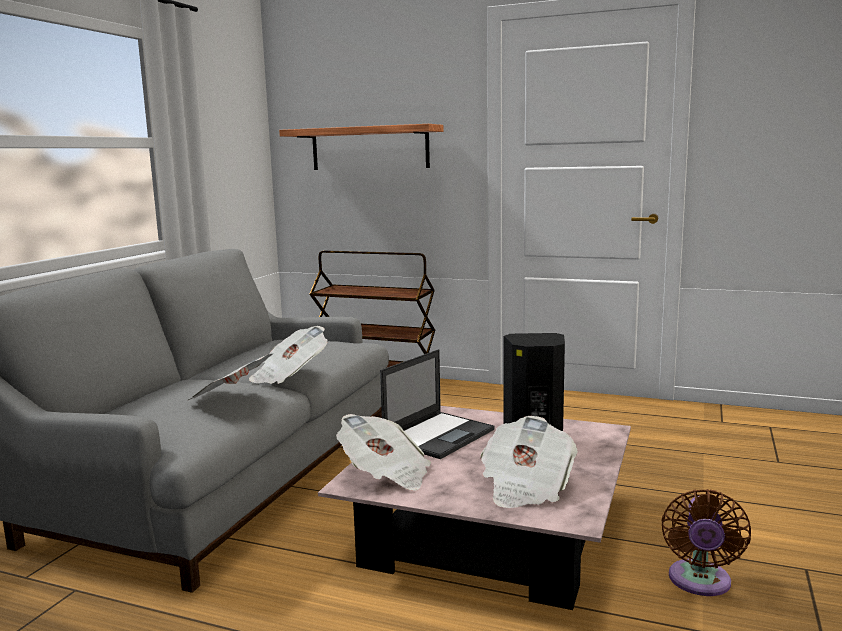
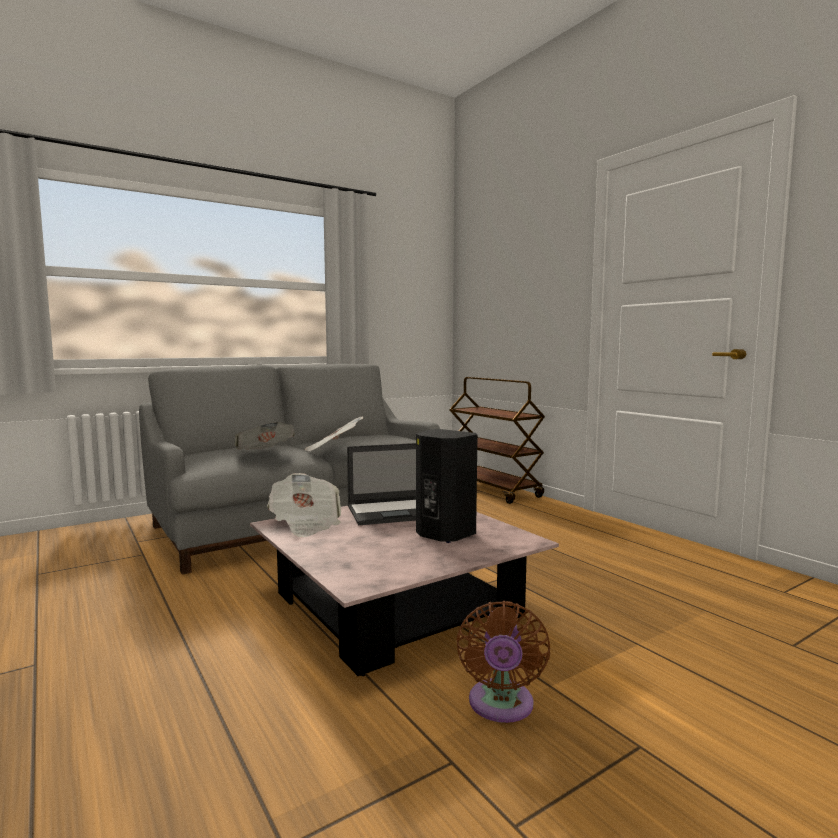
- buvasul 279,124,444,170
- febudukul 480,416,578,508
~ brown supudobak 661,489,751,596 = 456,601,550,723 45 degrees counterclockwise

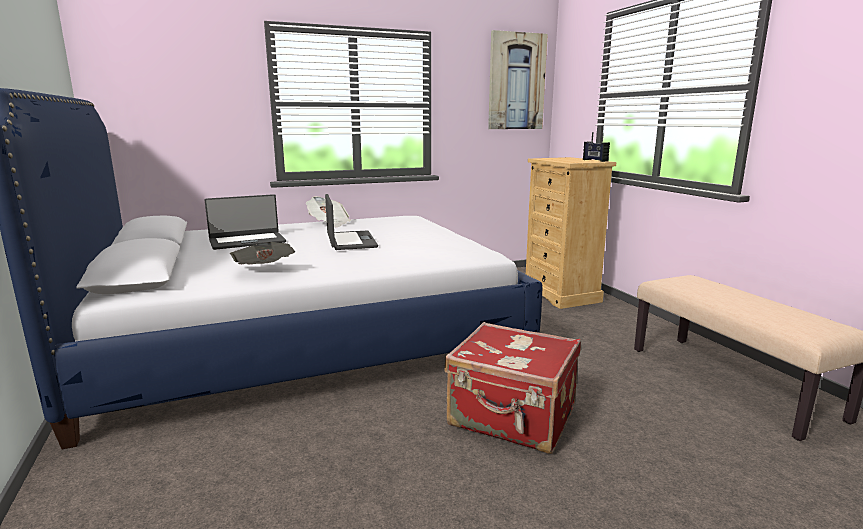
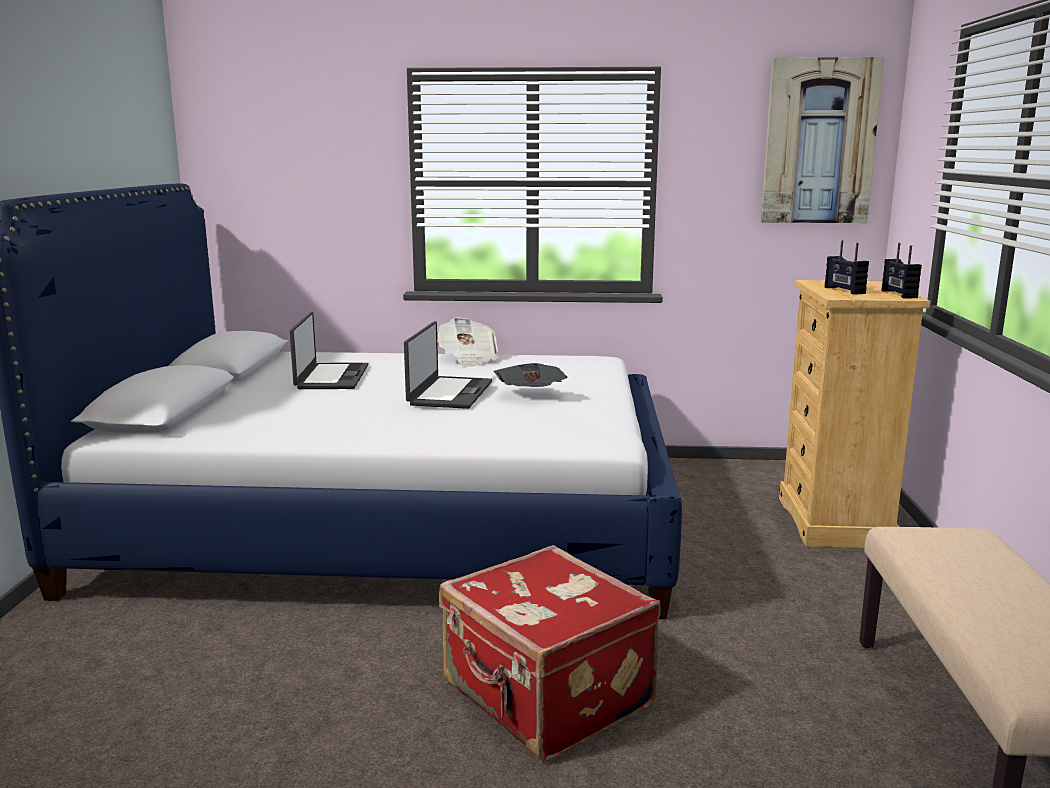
+ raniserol 825,240,869,295
~ febudukul 229,242,295,264 to 493,363,567,387
~ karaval 205,194,286,250 = 289,312,368,389 90 degrees counterclockwise

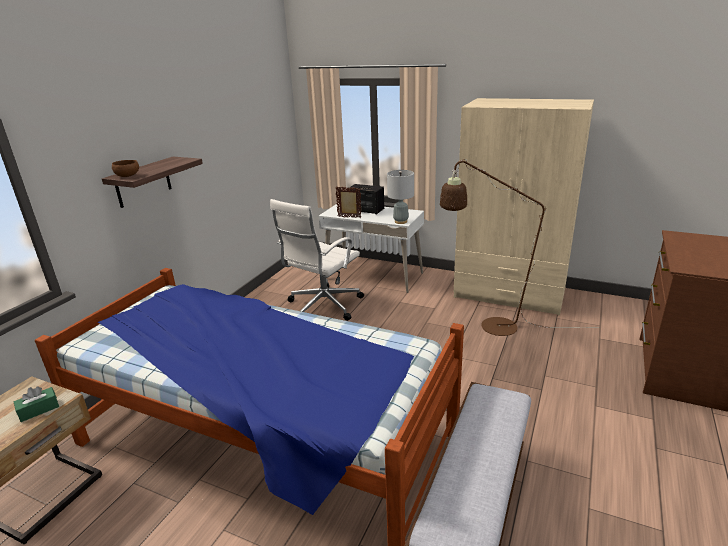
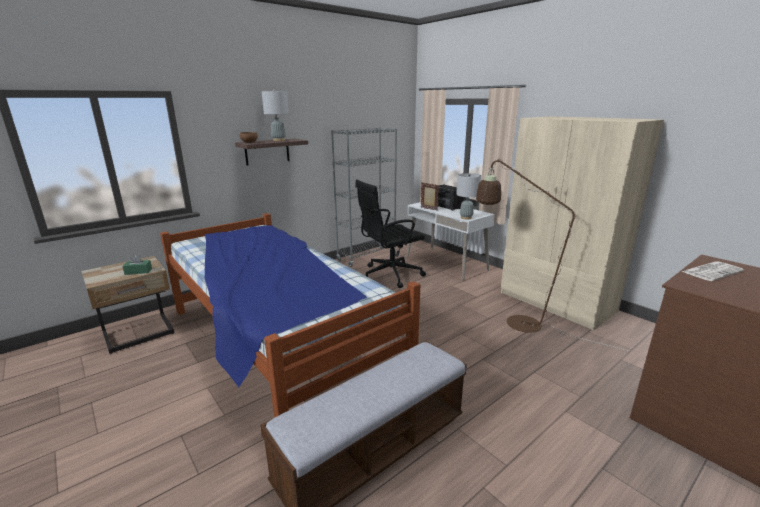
+ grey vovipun 262,89,289,141
+ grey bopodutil 331,127,397,267
+ febudukul 682,261,744,281
~ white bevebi 270,199,364,321 to black bevebi 355,180,426,288

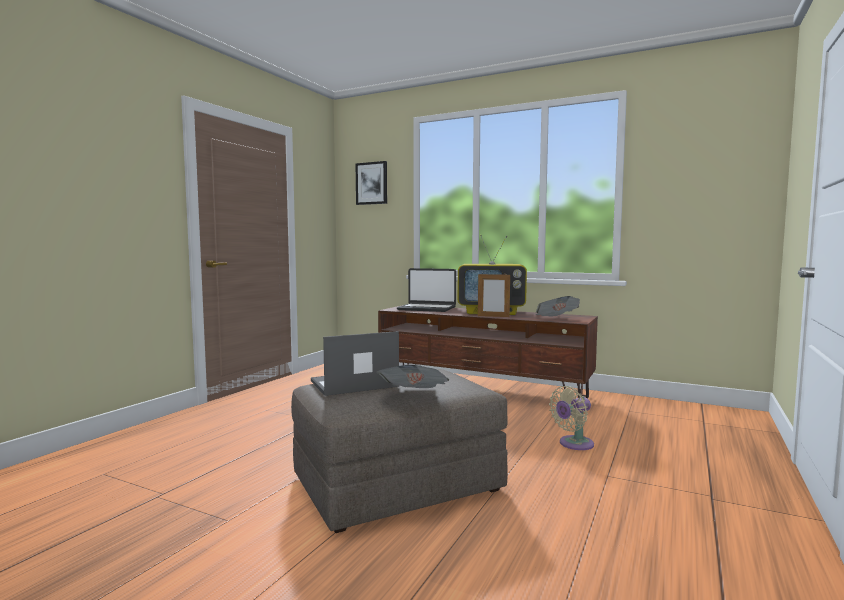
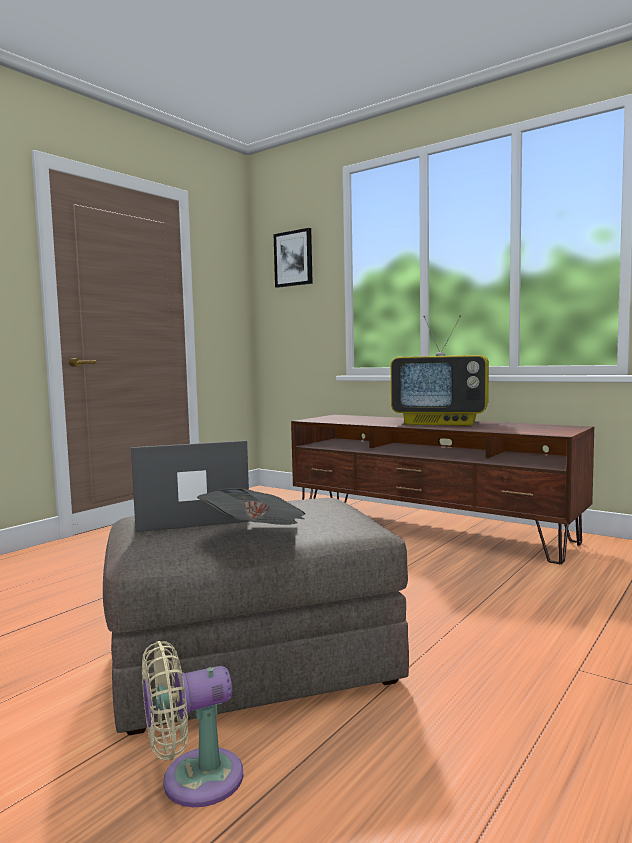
- karaval 397,268,456,312
- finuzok 478,274,510,317
- febudukul 536,296,580,317
~ beige supudobak 549,386,594,450 to 142,641,243,807

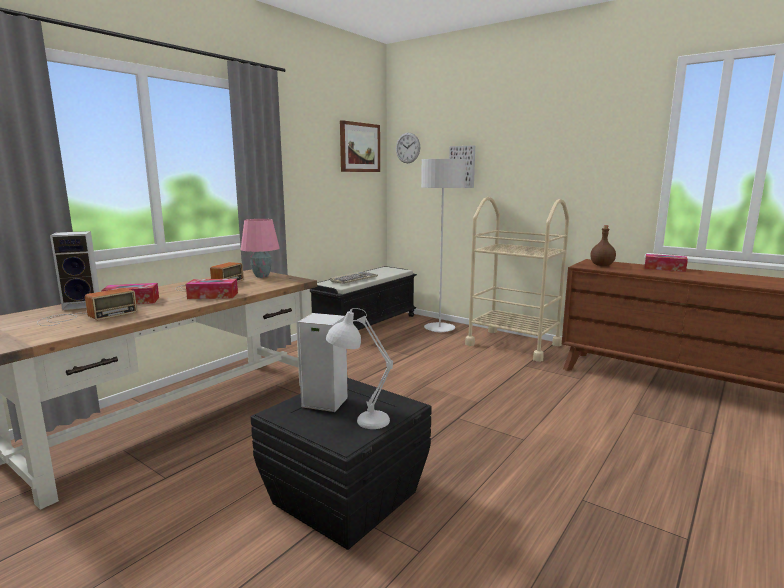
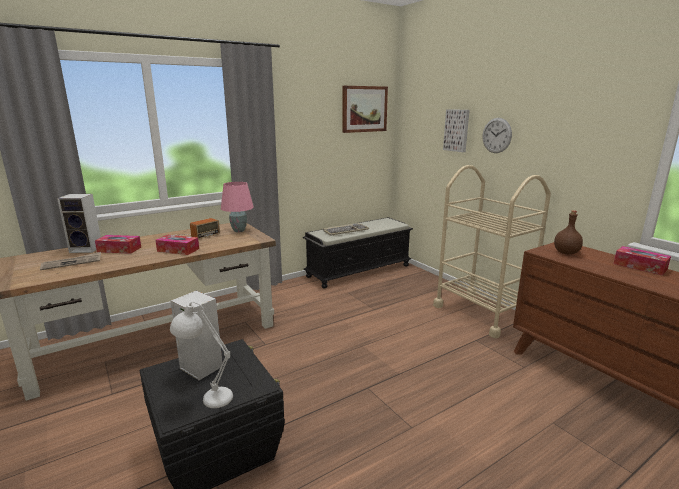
- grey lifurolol 421,159,466,332
~ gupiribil 396,133,420,163 to 483,118,512,153
~ raniserol 37,288,137,326 to febudukul 40,252,101,270

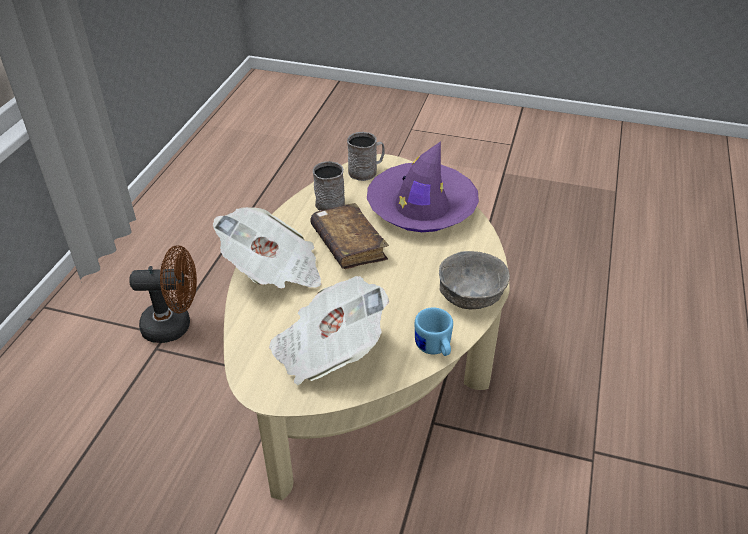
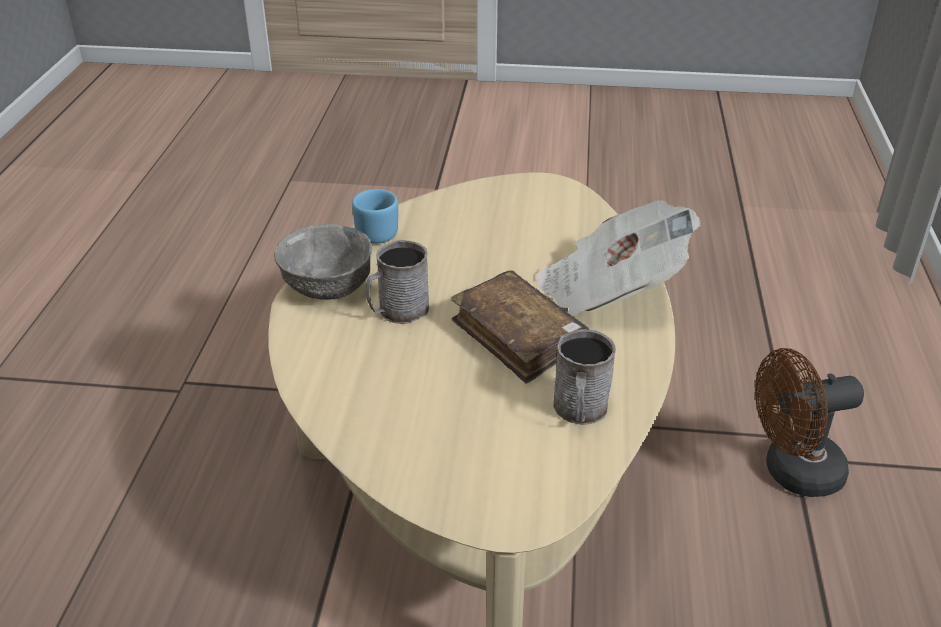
- febudukul 269,276,389,385
- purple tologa 367,141,479,232
~ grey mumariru 347,132,385,181 to 366,240,429,324

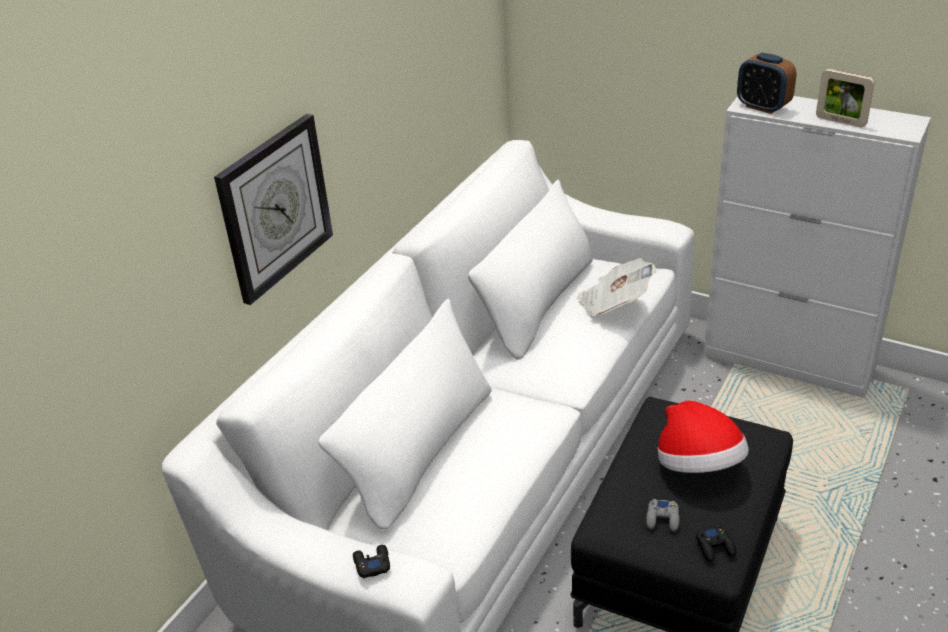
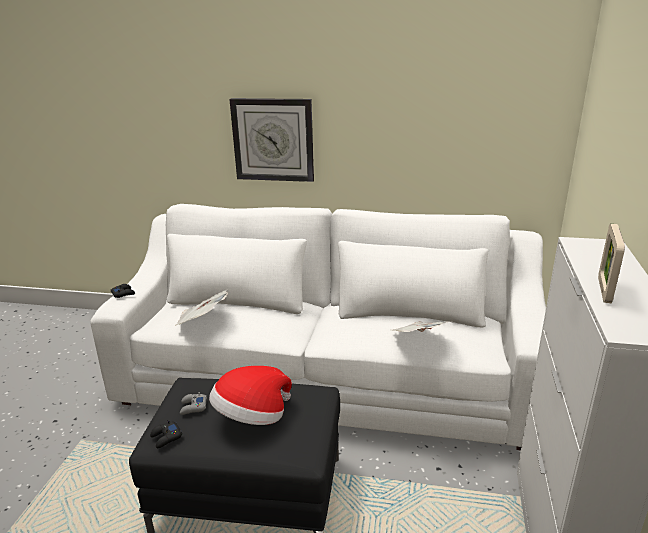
- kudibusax 737,53,797,114
+ febudukul 175,289,228,326

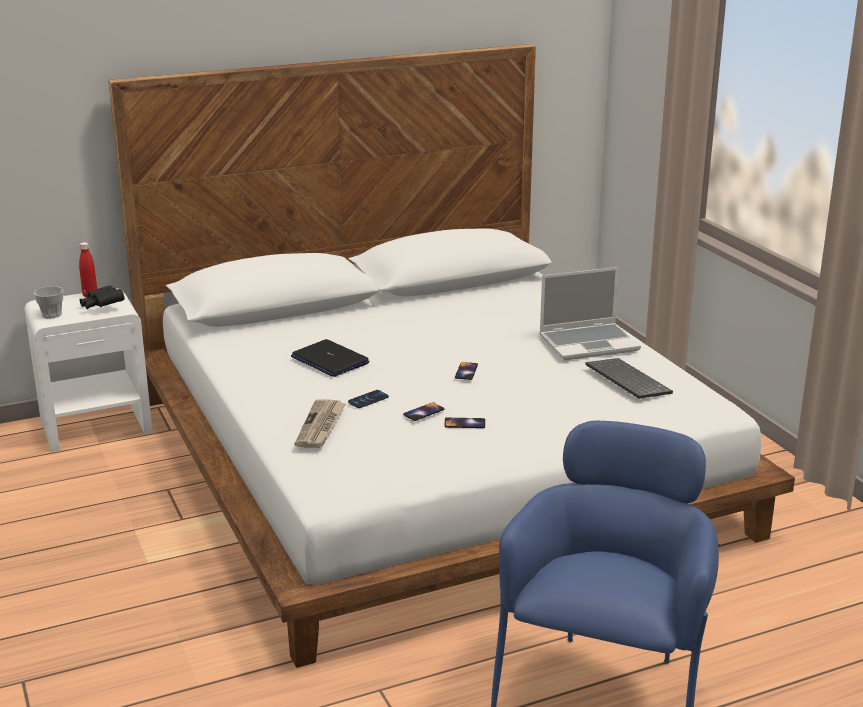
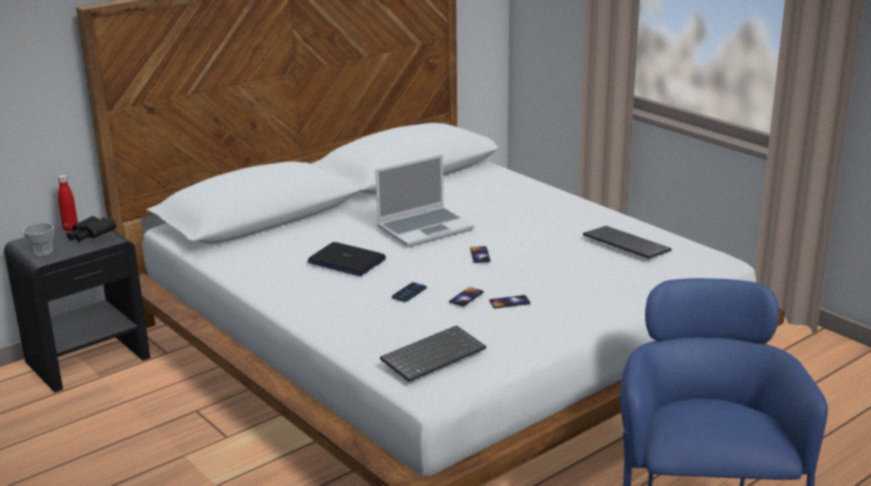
- febudukul 295,399,346,448
+ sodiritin 380,325,486,382
~ karaval 539,267,641,360 to 375,154,474,247
~ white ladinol 24,288,153,452 to black ladinol 4,227,150,392

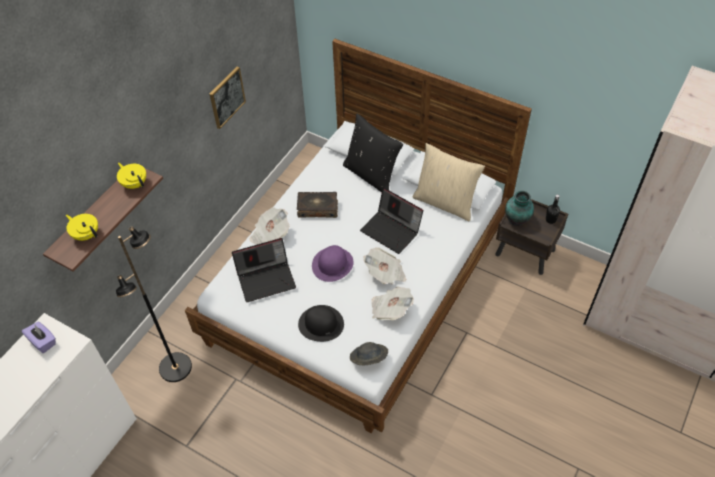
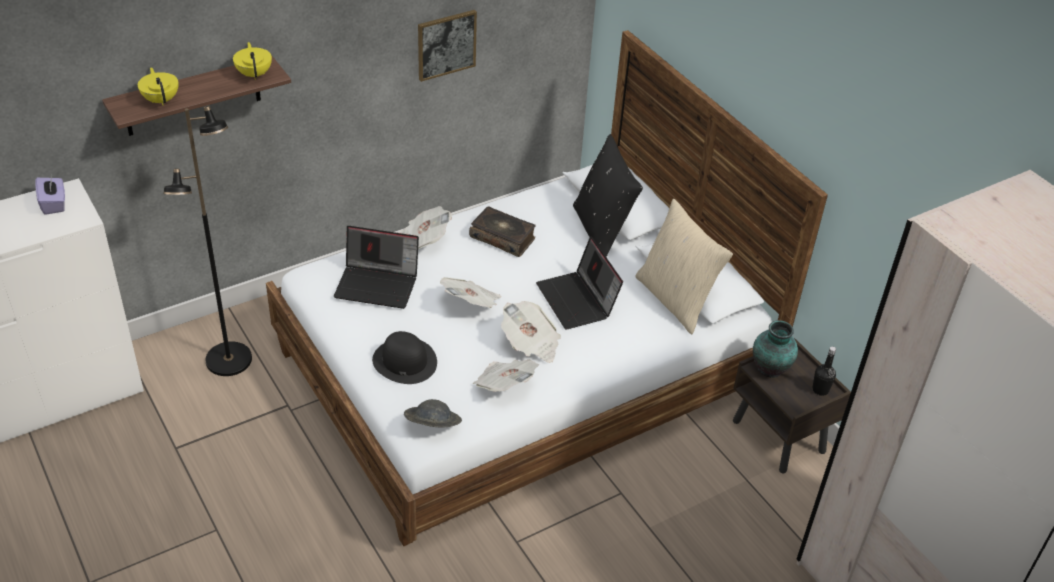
~ purple tologa 312,245,354,282 to febudukul 440,277,501,308

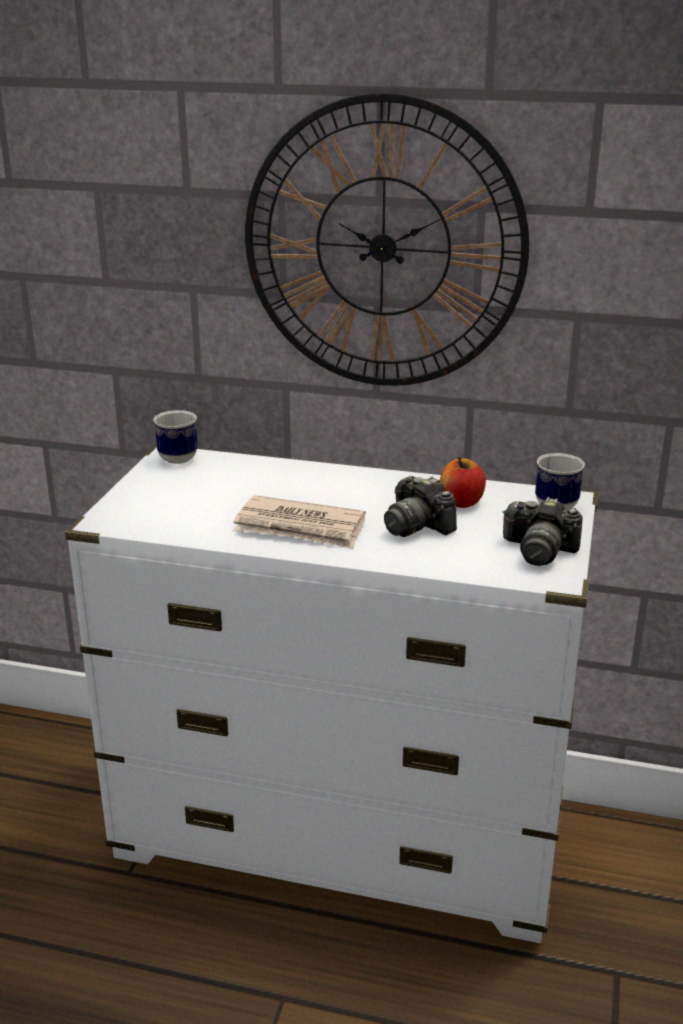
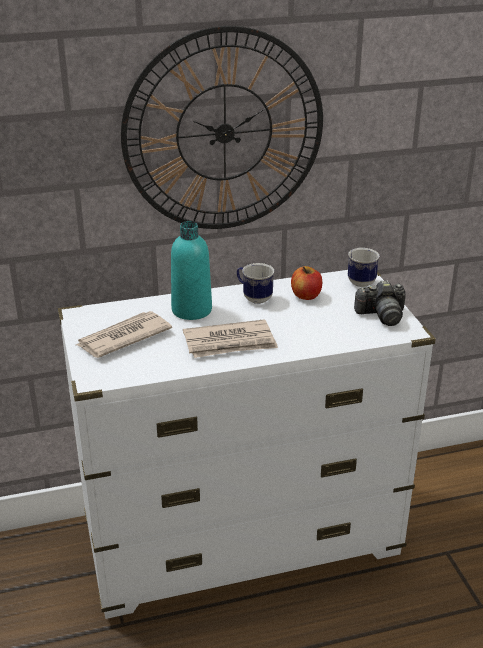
- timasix 384,476,457,537
+ febudukul 76,311,172,358
+ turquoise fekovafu 171,221,212,320
~ mumariru 153,410,198,464 to 237,263,274,304

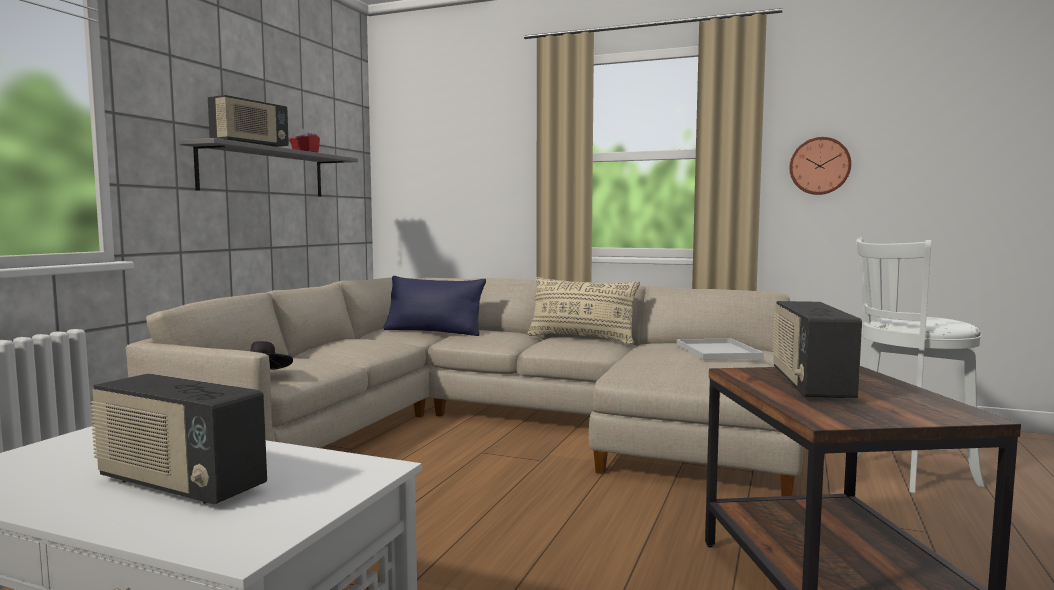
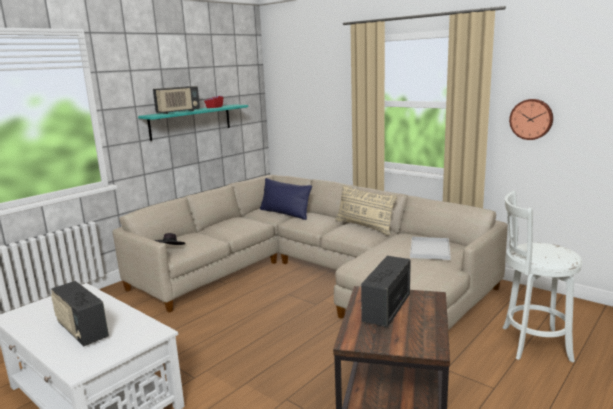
~ grey buvasul 178,138,358,197 to turquoise buvasul 138,104,248,141

